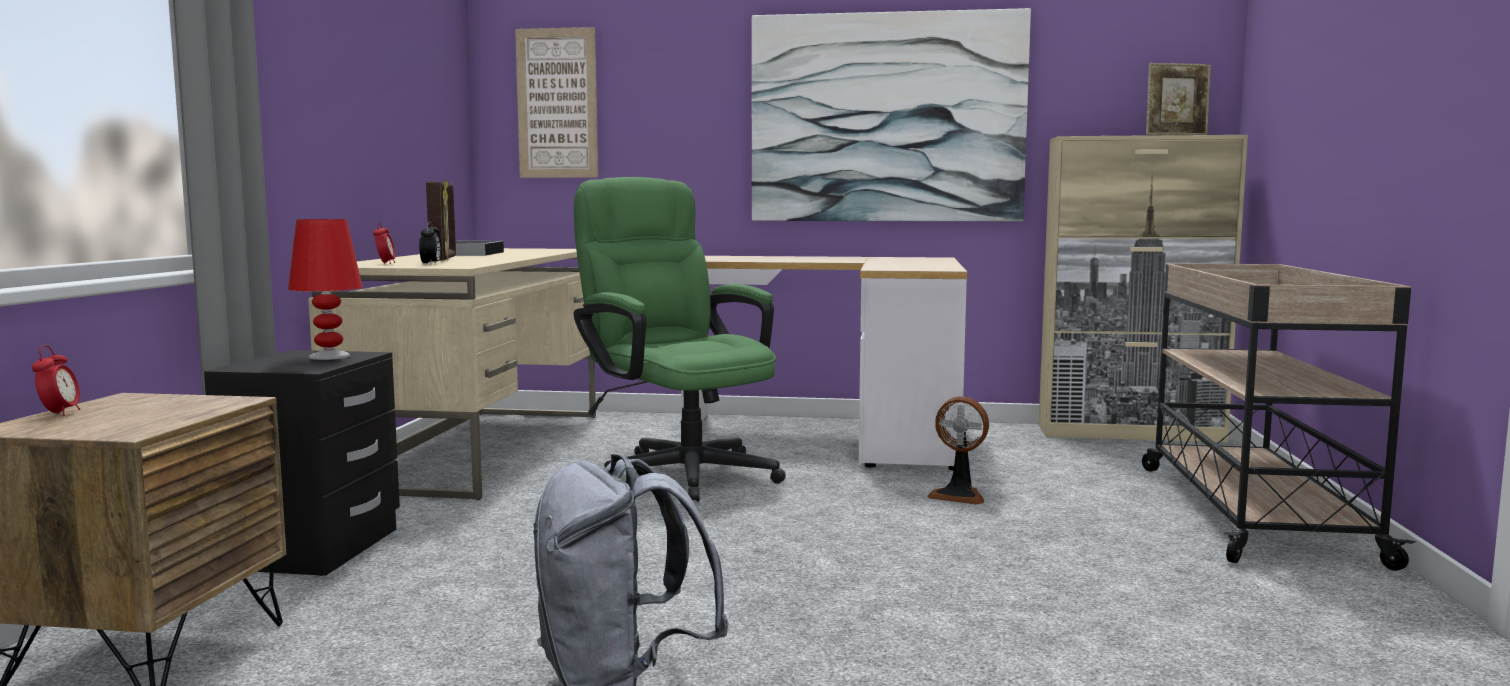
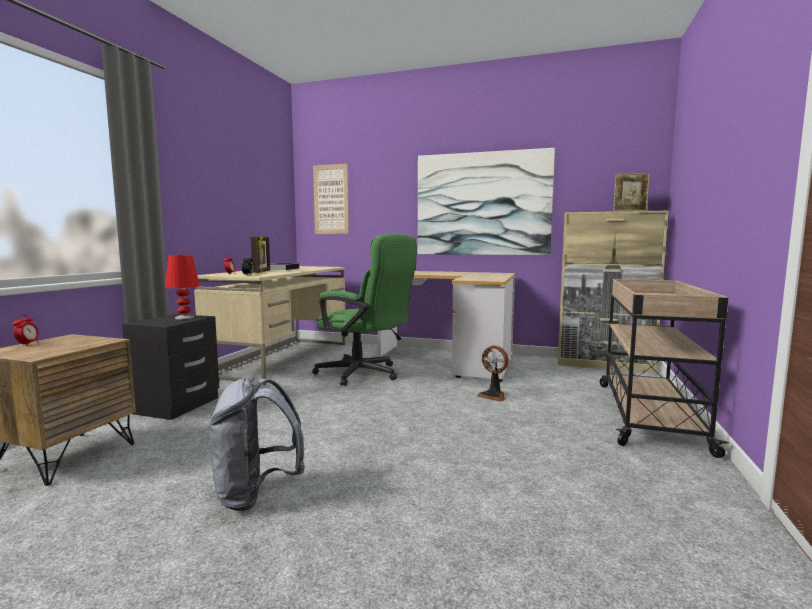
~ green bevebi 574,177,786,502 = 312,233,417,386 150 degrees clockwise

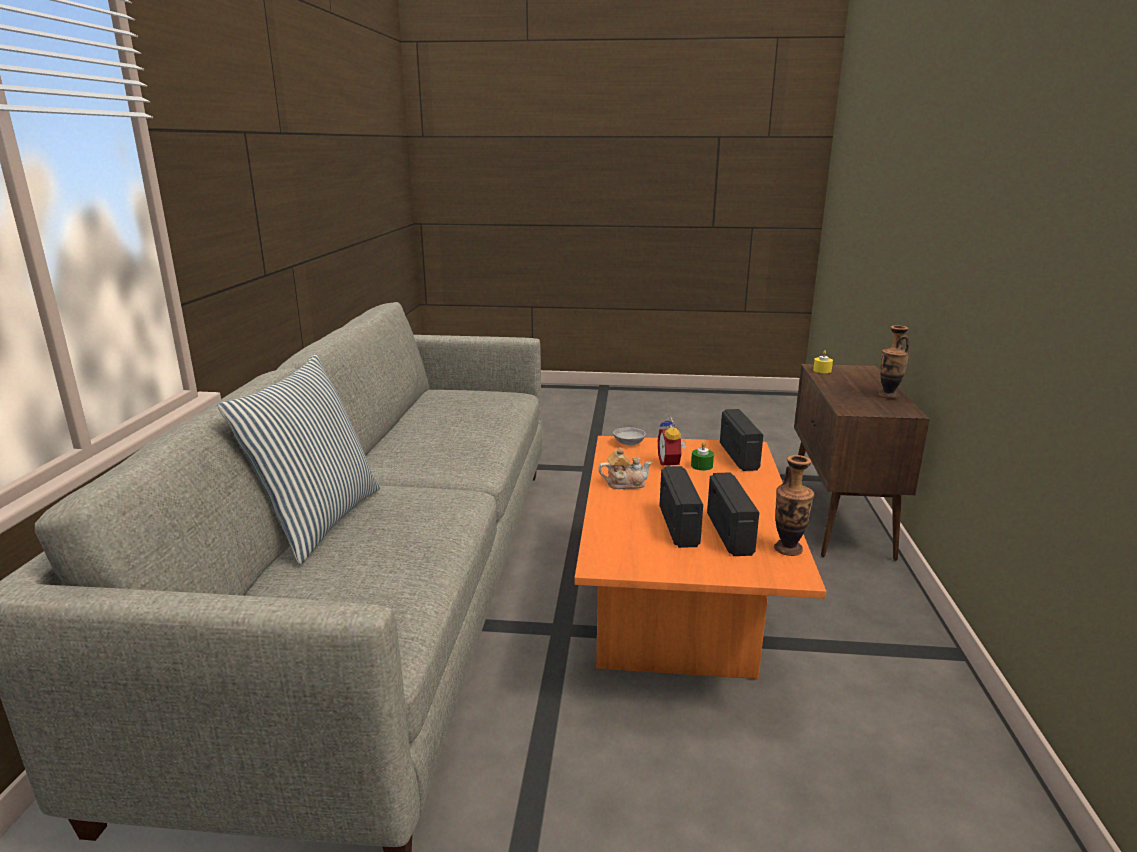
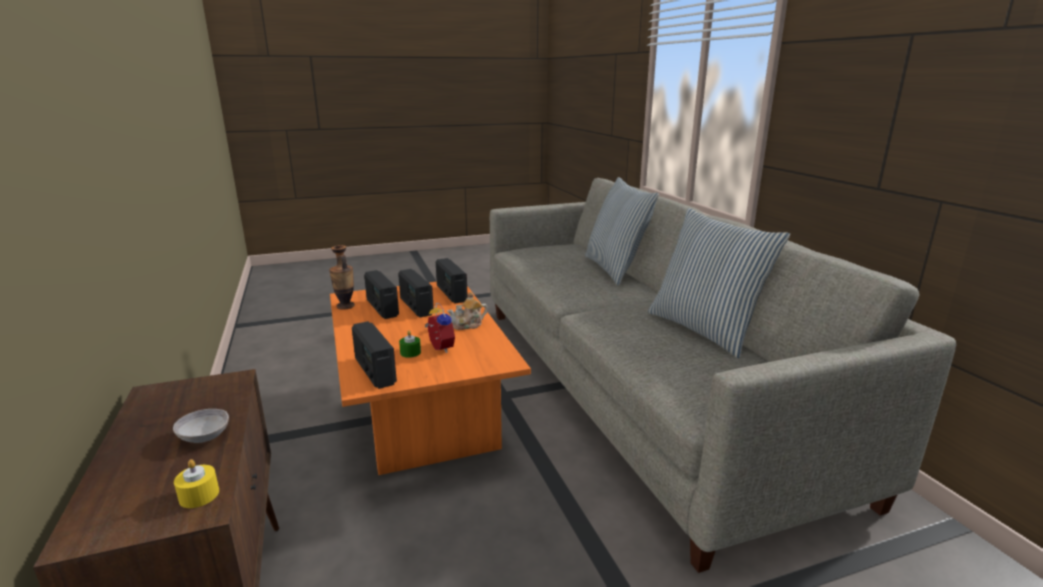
- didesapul 878,325,910,399
+ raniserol 436,258,468,304
+ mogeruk 648,208,790,358
~ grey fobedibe 613,427,645,445 to 173,409,229,443

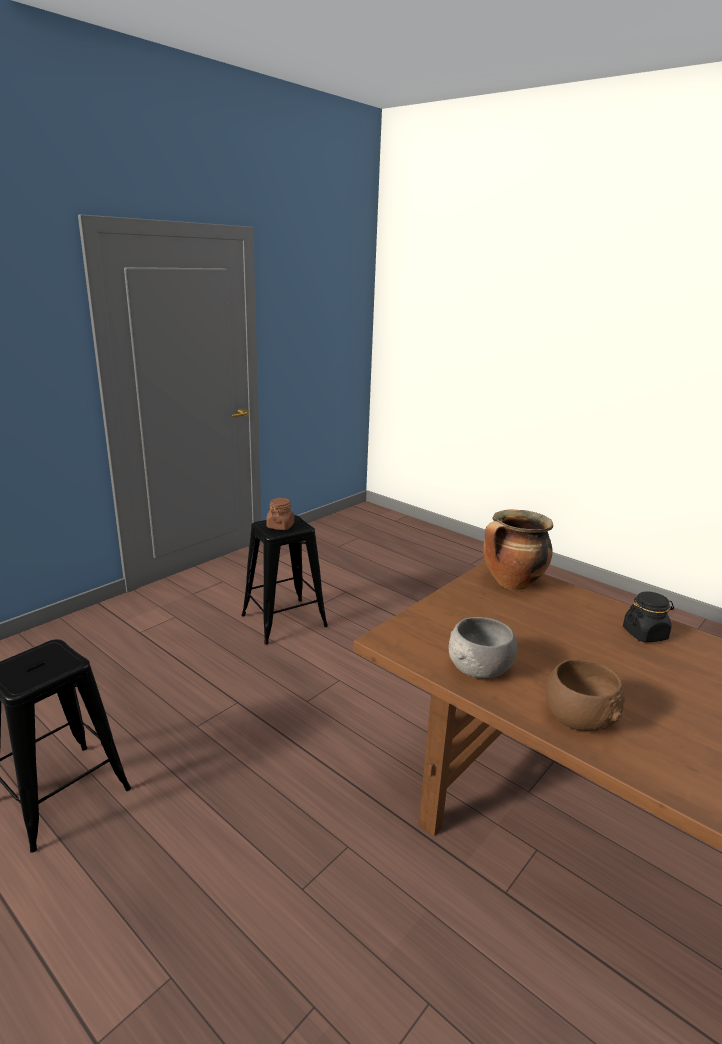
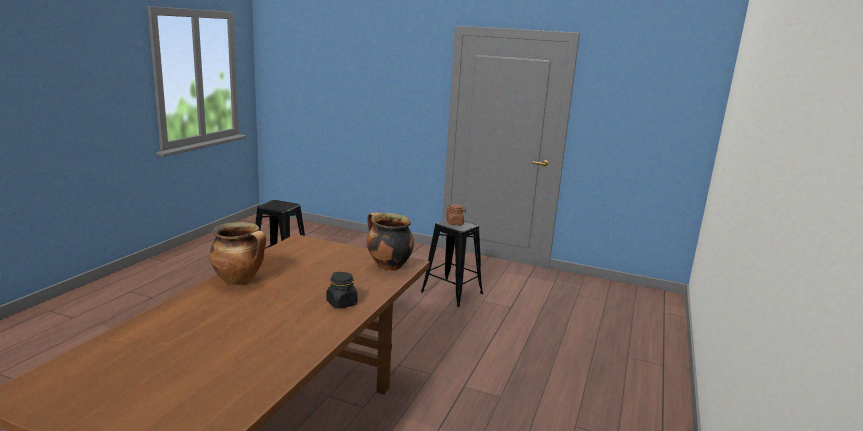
- grey fobedibe 449,617,517,679
~ brown fobedibe 545,659,625,731 to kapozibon 209,222,266,285

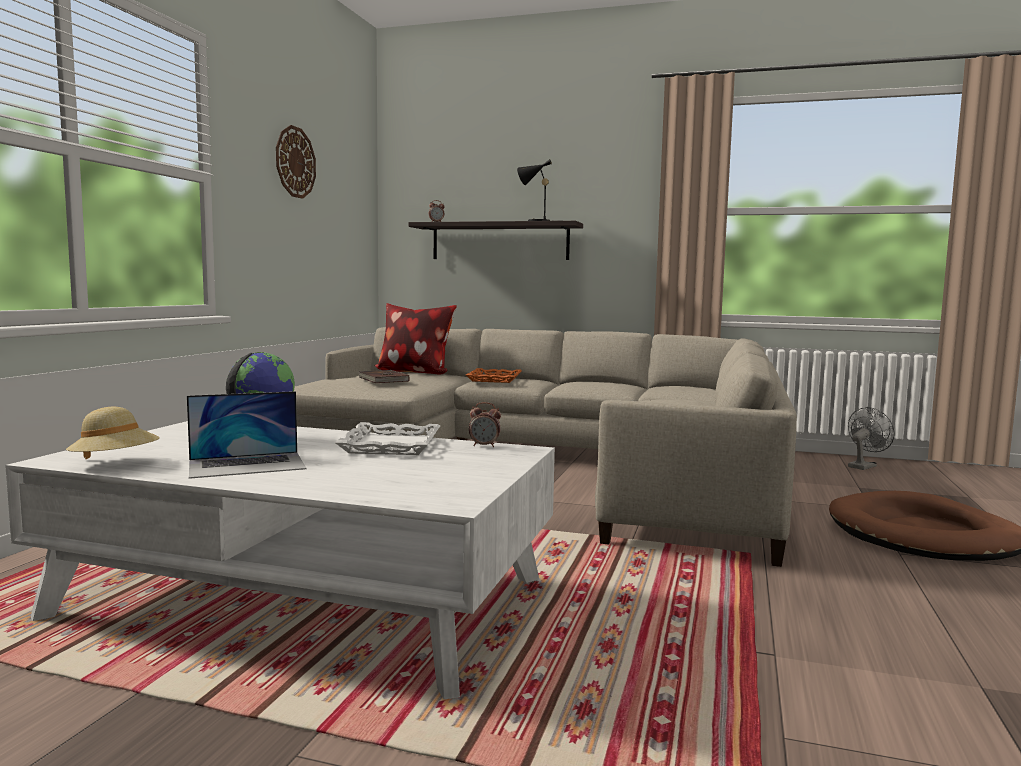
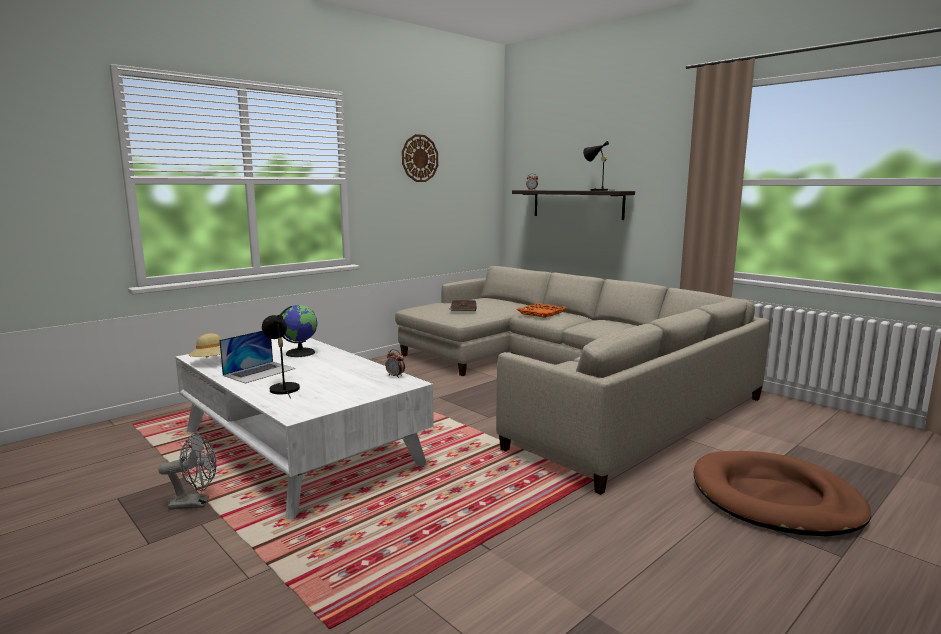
- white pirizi 335,422,440,455
- mogeruk 375,303,457,374
+ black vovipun 262,315,300,399
~ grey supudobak 848,407,895,470 to 158,433,216,510
~ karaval 187,391,306,479 = 219,331,296,383 60 degrees counterclockwise

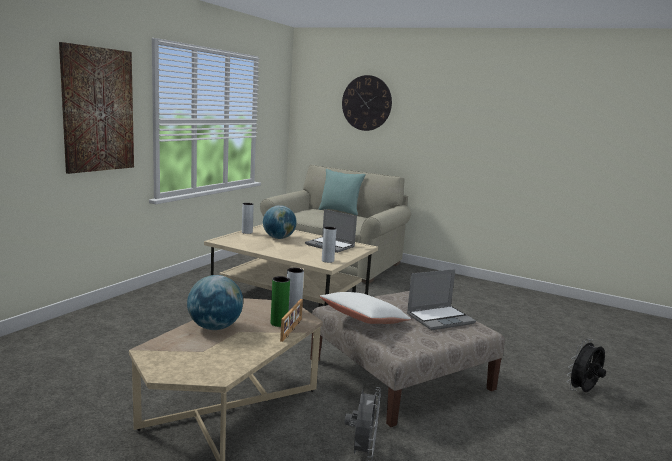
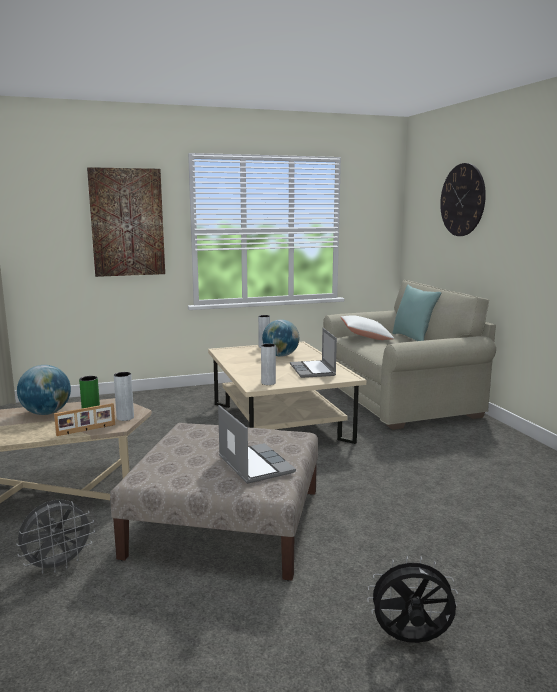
~ white mogeruk 320,292,411,324 to 341,315,394,340
~ karaval 407,269,476,330 = 218,405,296,484 135 degrees counterclockwise

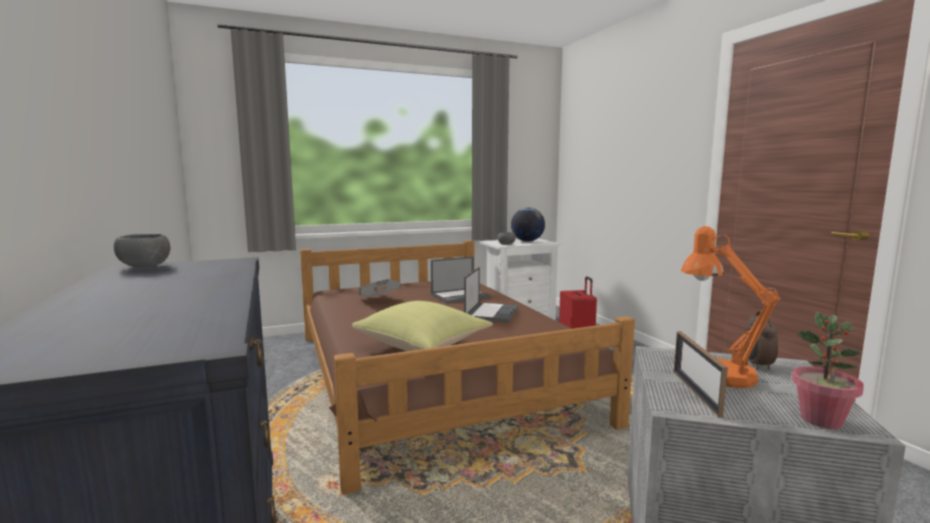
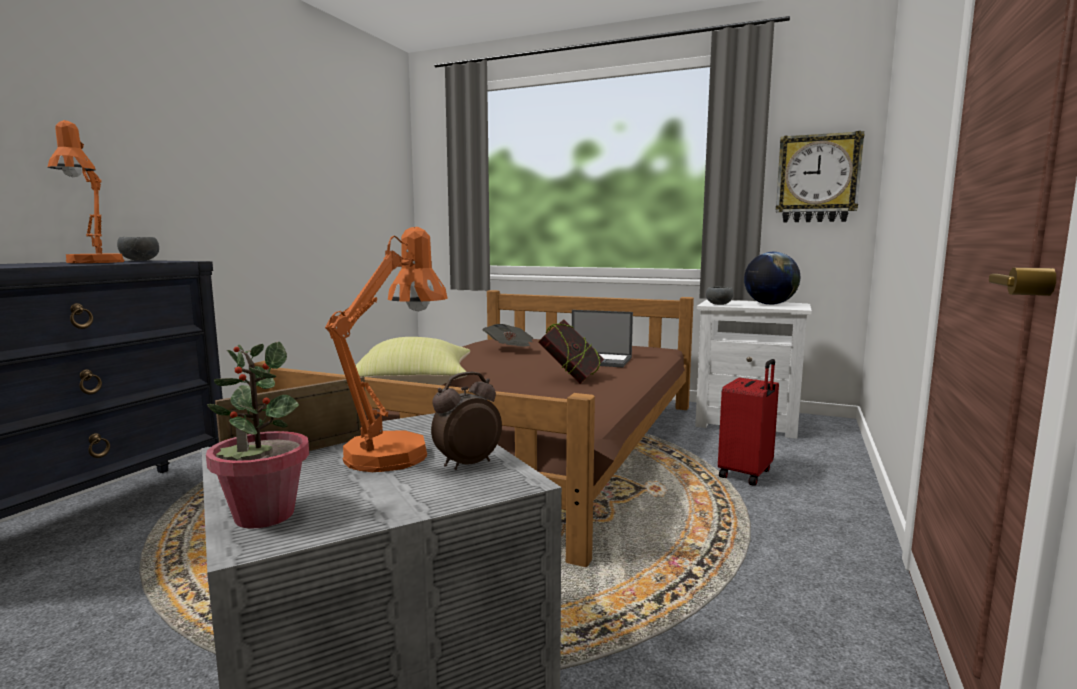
+ orange vovipun 48,120,125,263
+ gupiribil 776,131,864,222
~ karaval 464,267,519,323 to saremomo 538,319,604,384

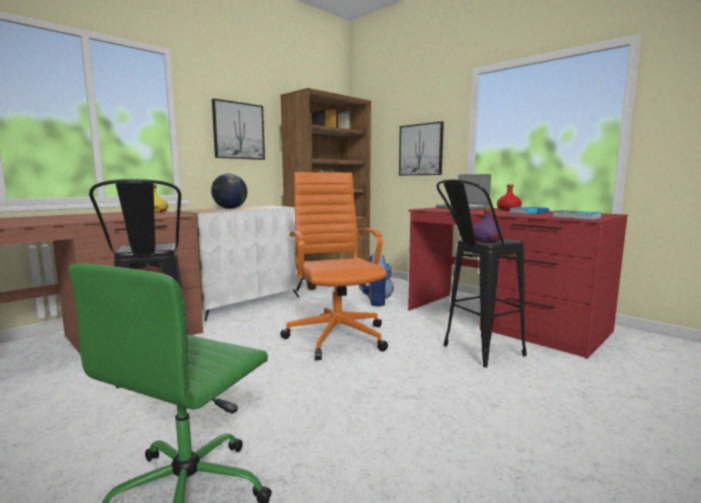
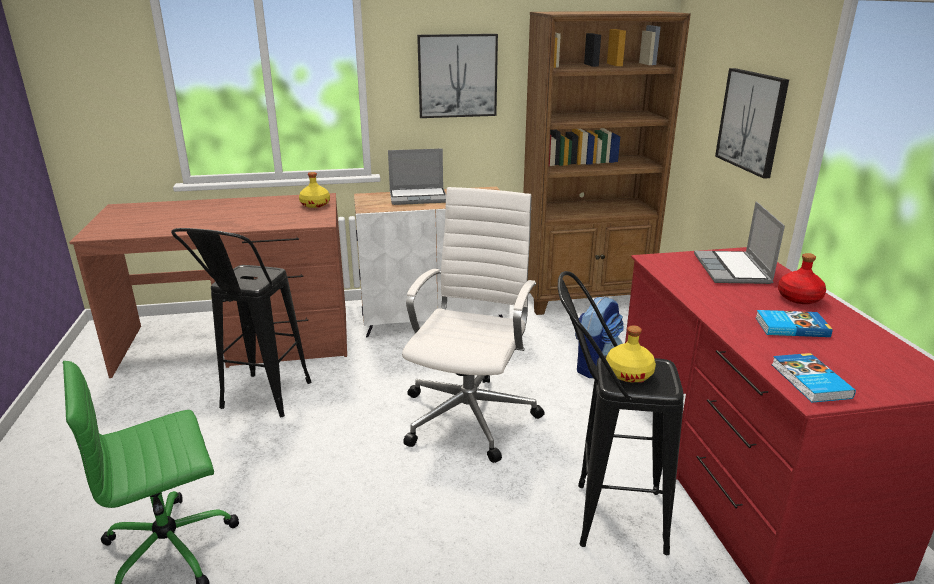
~ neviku 211,173,247,209 to karaval 388,148,446,205
~ orange bevebi 280,172,388,360 to white bevebi 402,187,545,463
~ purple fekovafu 473,208,503,242 to yellow fekovafu 606,325,656,382

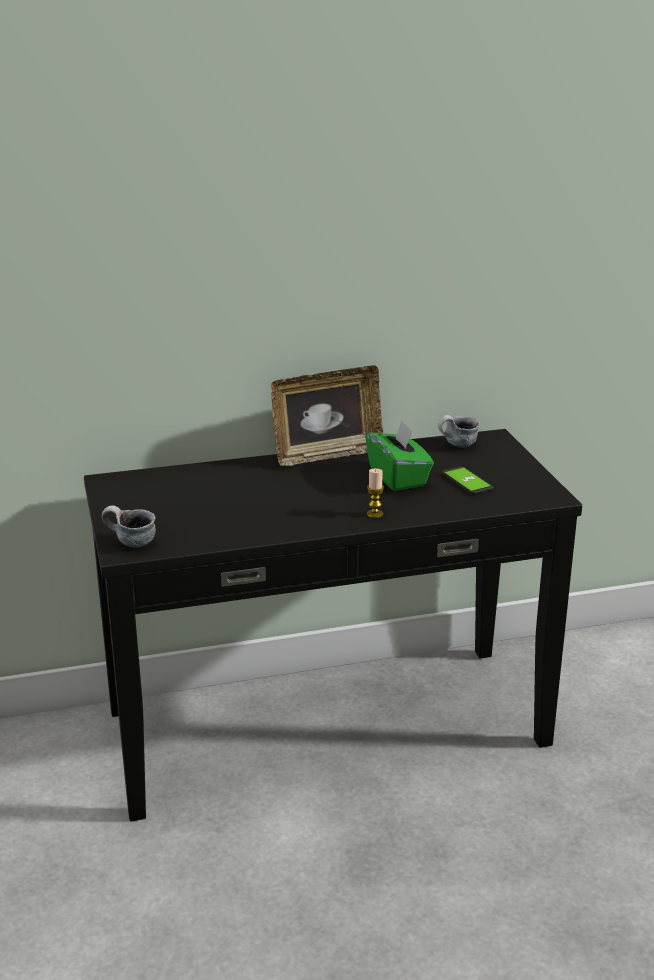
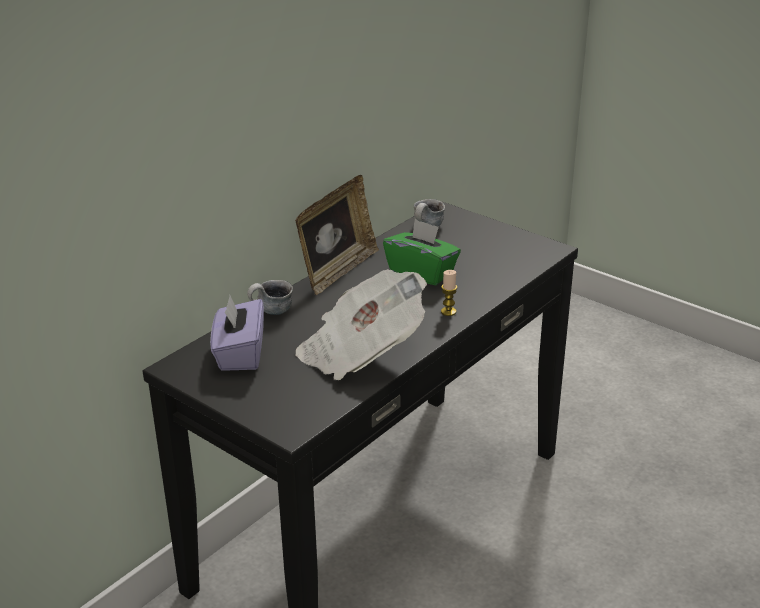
- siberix 442,466,494,494
+ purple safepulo 210,295,264,371
+ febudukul 296,269,427,380
~ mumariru 102,506,156,548 to 247,280,293,315

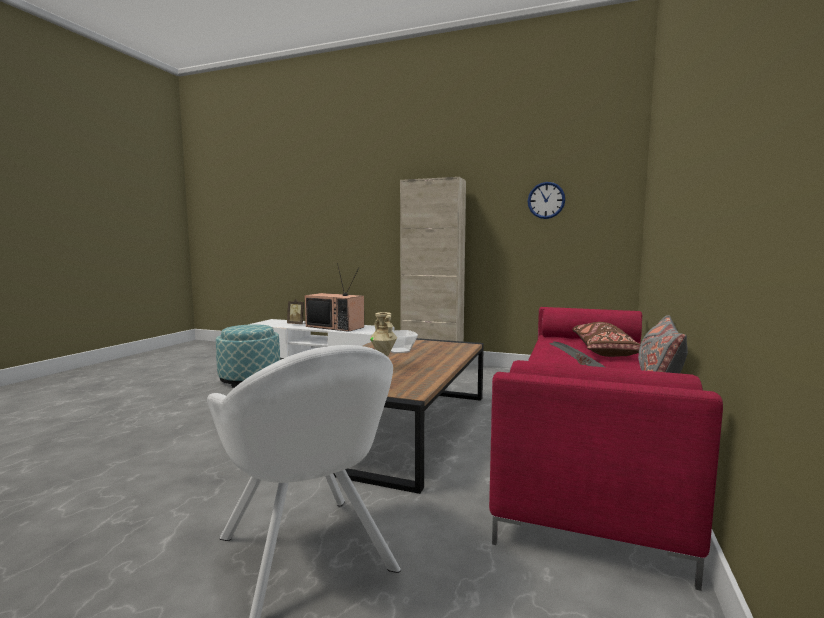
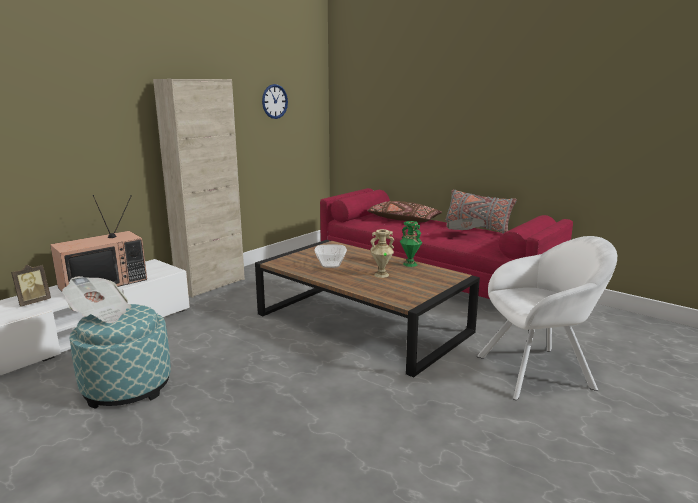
+ febudukul 62,276,131,323
+ green didesapul 400,221,422,267

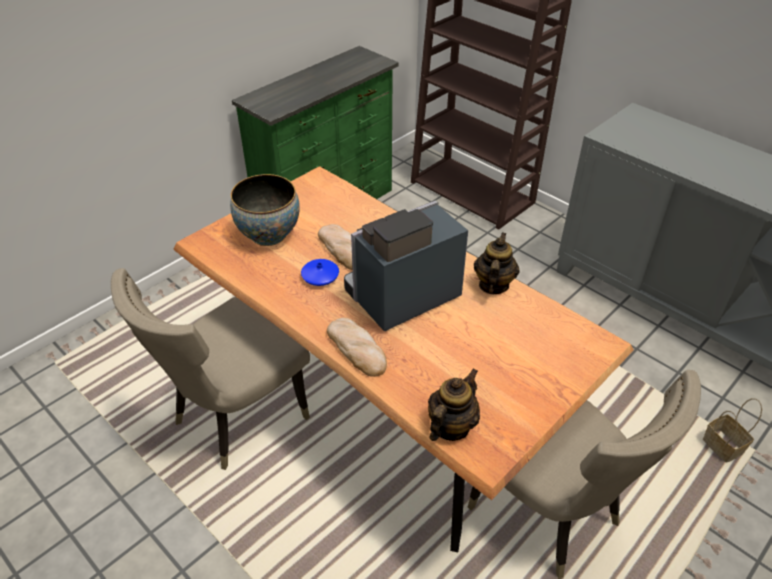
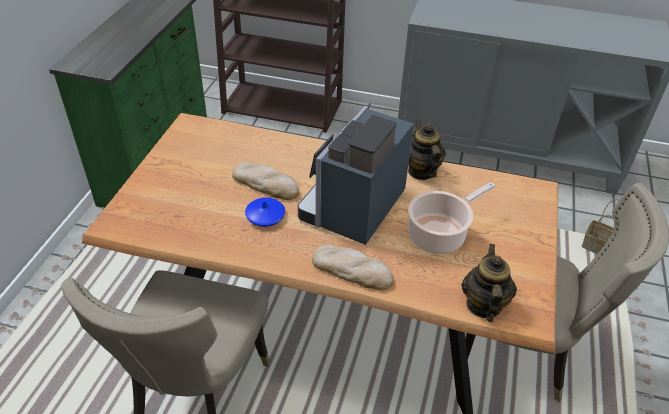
- fobedibe 230,174,300,246
+ kapozibon 408,182,495,254

